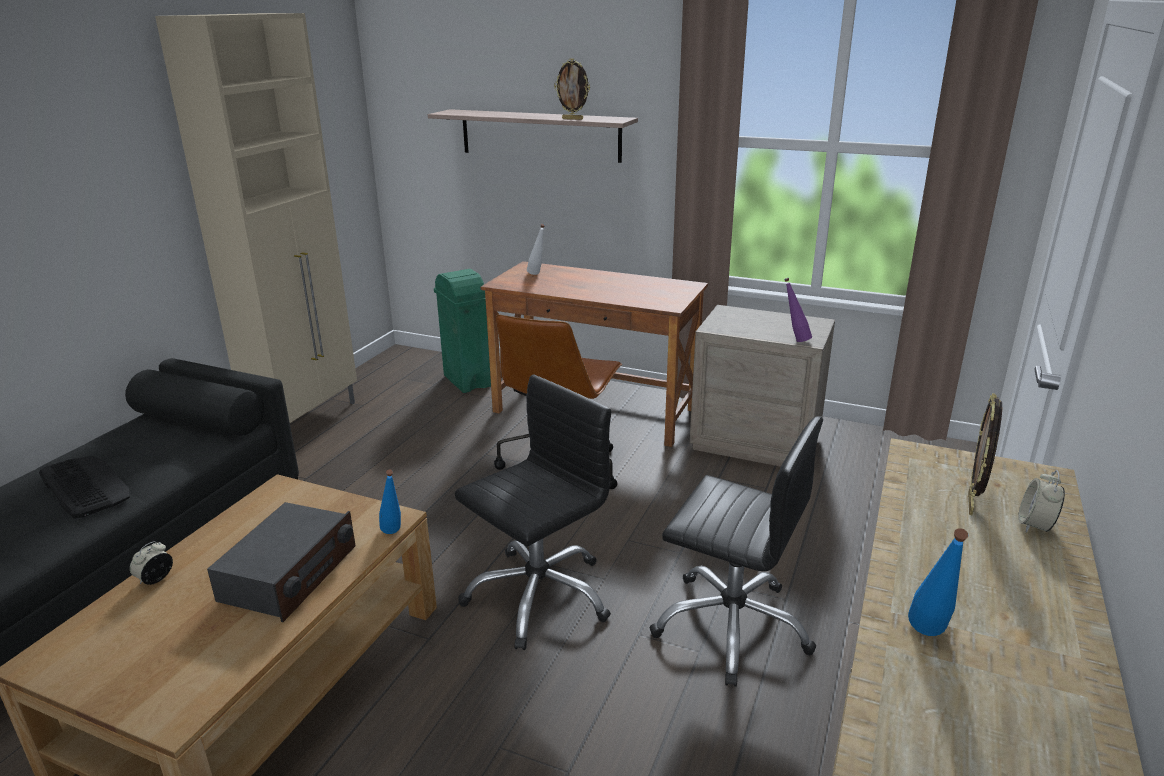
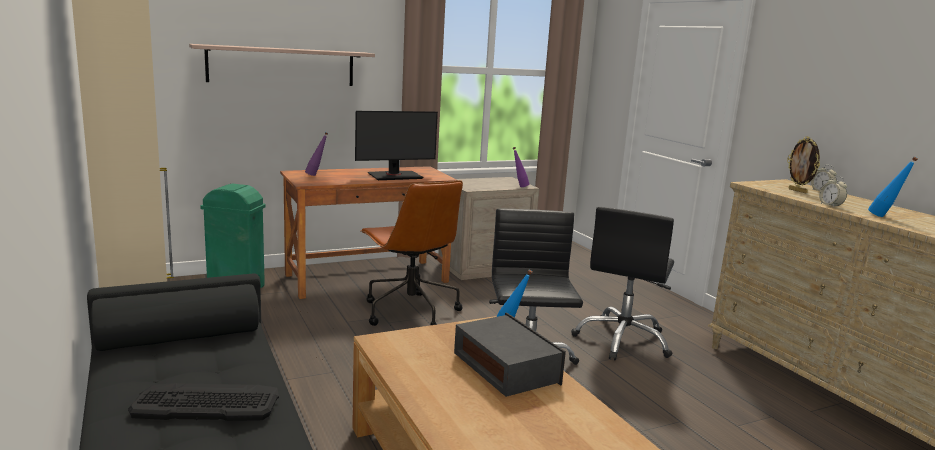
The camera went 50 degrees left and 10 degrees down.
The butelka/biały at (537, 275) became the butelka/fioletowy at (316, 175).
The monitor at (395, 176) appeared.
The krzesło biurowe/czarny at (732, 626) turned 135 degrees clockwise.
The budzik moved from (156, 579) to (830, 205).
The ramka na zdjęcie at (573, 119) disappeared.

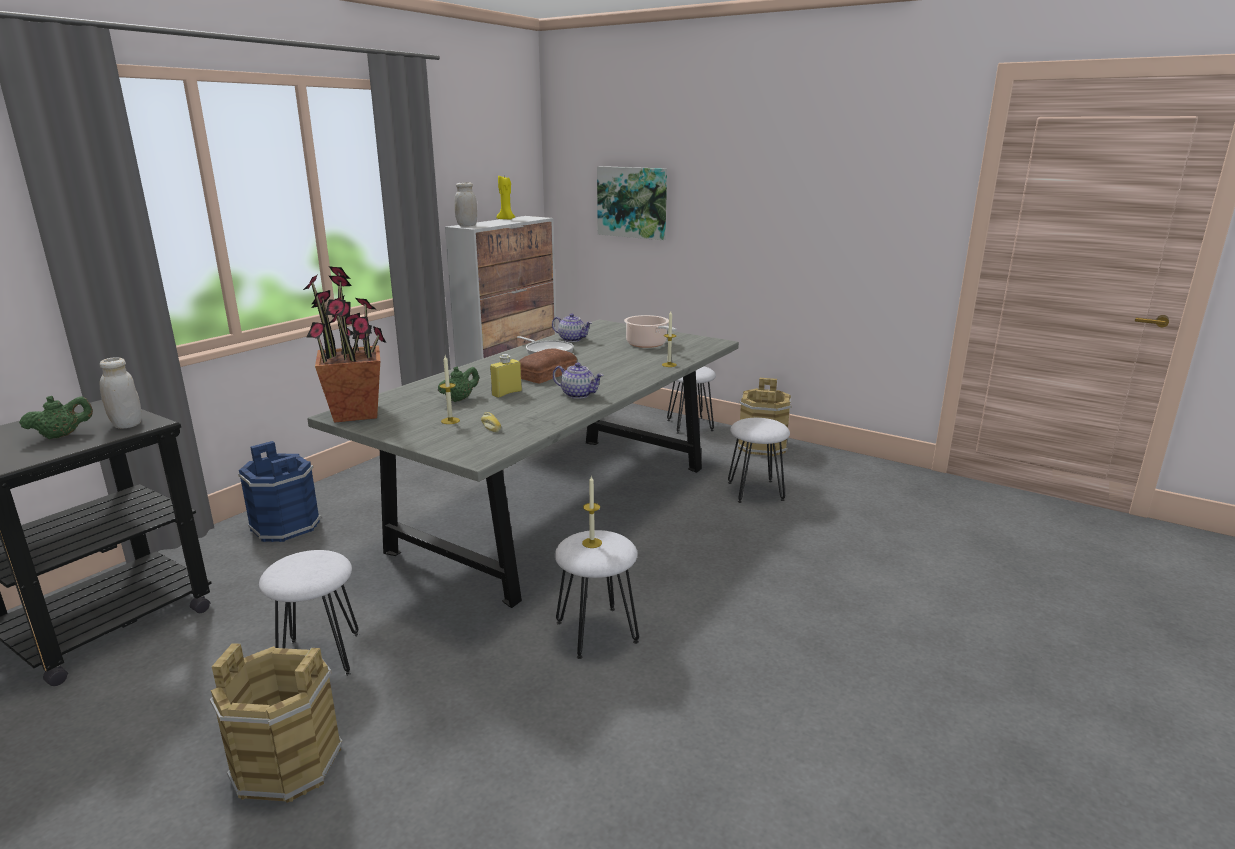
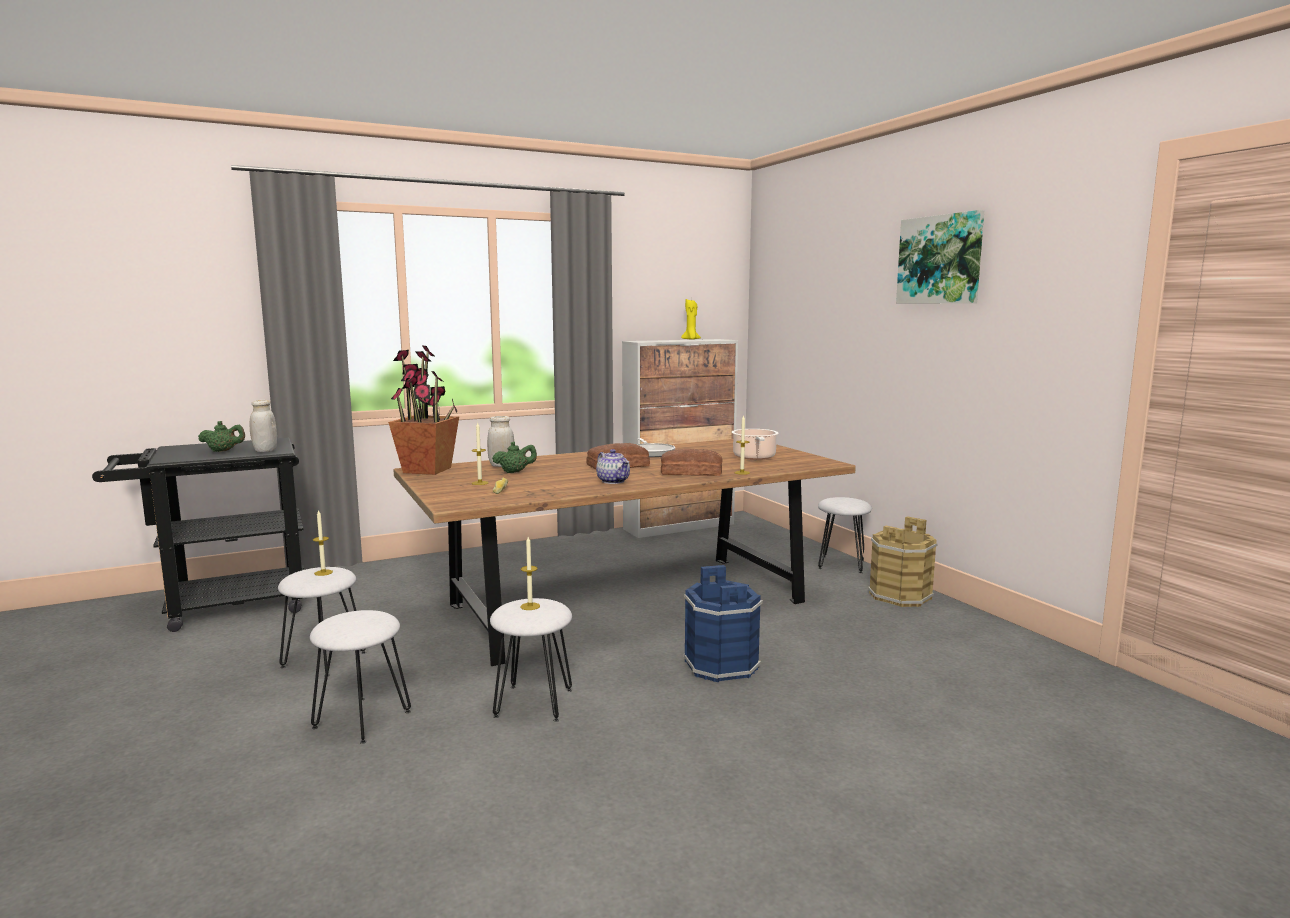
The camera went 30 degrees right and 10 degrees down.
The stołek/biały moved from (755, 491) to (361, 720).
The świeca at (323, 572) appeared.
The stół jadalny/szary at (559, 506) became the stół jadalny/brązowy at (627, 603).
The słoik/biały moved from (467, 225) to (501, 465).
The chleb at (691, 472) appeared.
The wiadro/niebieski moved from (286, 526) to (721, 665).
The obraz moved from (632, 202) to (940, 259).
The wiadro/brązowy at (288, 763) disappeared.
The butelka/żółty at (506, 393) disappeared.
The imbryk at (572, 339) disappeared.

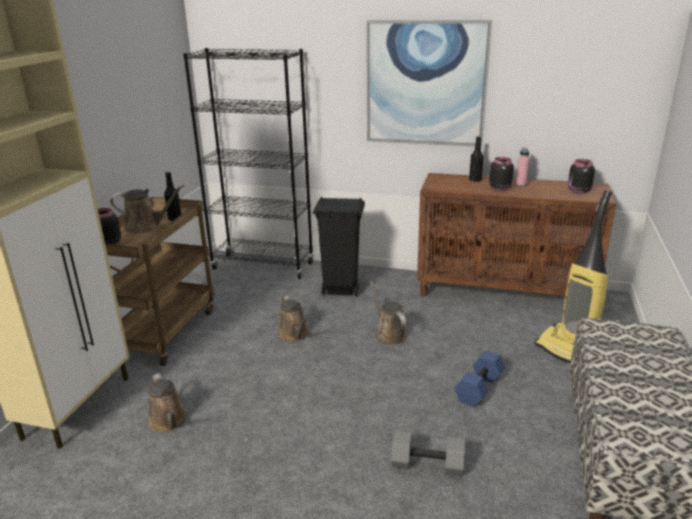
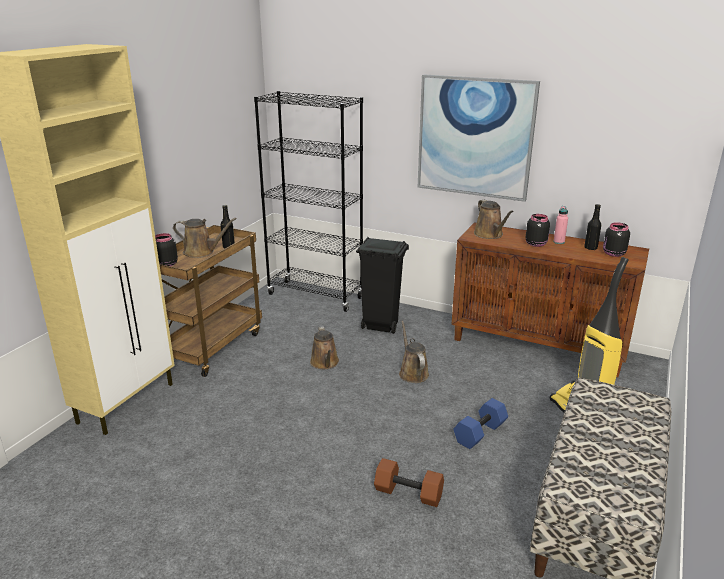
The camera went 10 degrees right and 0 degrees up.
The hantel/szary at (428, 464) became the hantel/brązowy at (409, 492).
The konewka/brązowy moved from (169, 422) to (490, 235).
The butelka/czarny moved from (475, 180) to (590, 248).

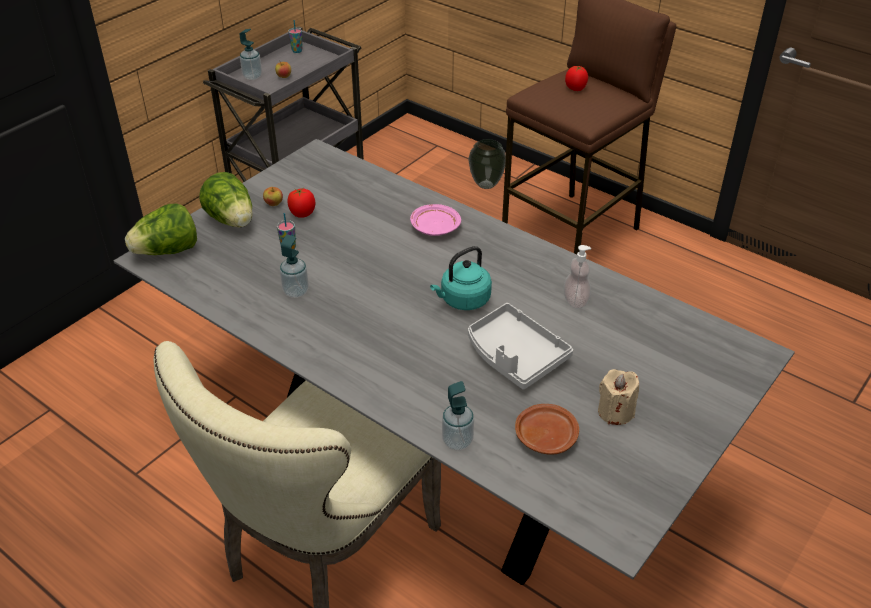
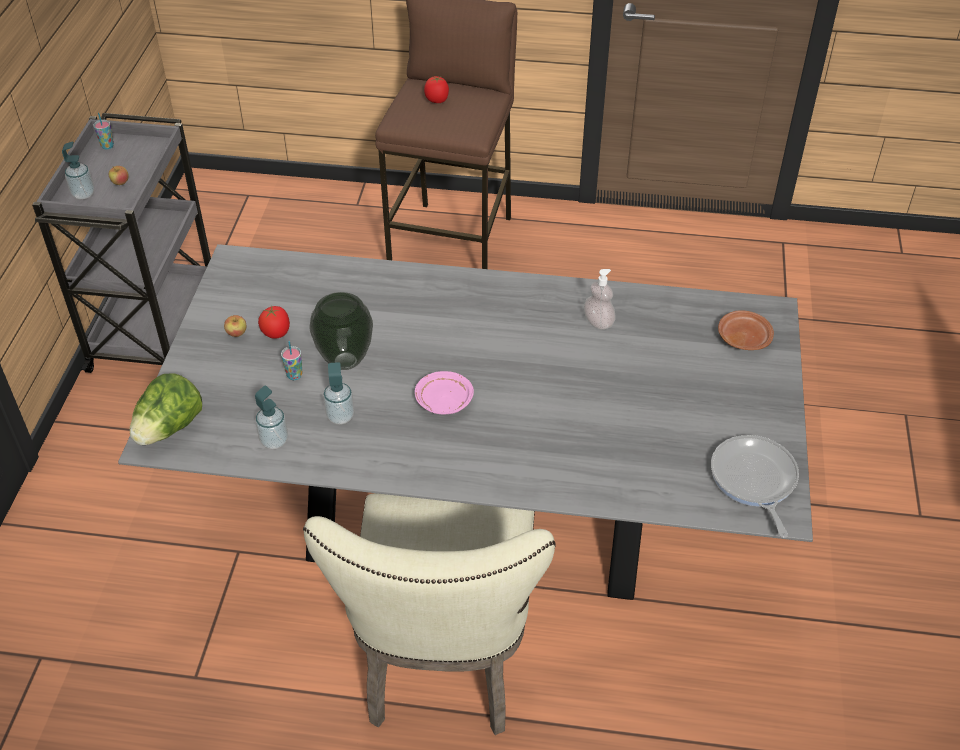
The camera went 30 degrees left and 5 degrees up.
The dozownik mydła moved from (457, 441) to (274, 441).
The wazon moved from (486, 184) to (345, 360).
The talerz/różowy moved from (434, 227) to (443, 400).
The patelnia at (753, 480) appeared.
The talerz/brązowy moved from (546, 436) to (743, 337).
The sałata at (232, 220) disappeared.
The czajnik/turkusowy at (463, 300) disappeared.
The taca/szary at (514, 356) disappeared.
The świeca/beżowy at (615, 412) disappeared.

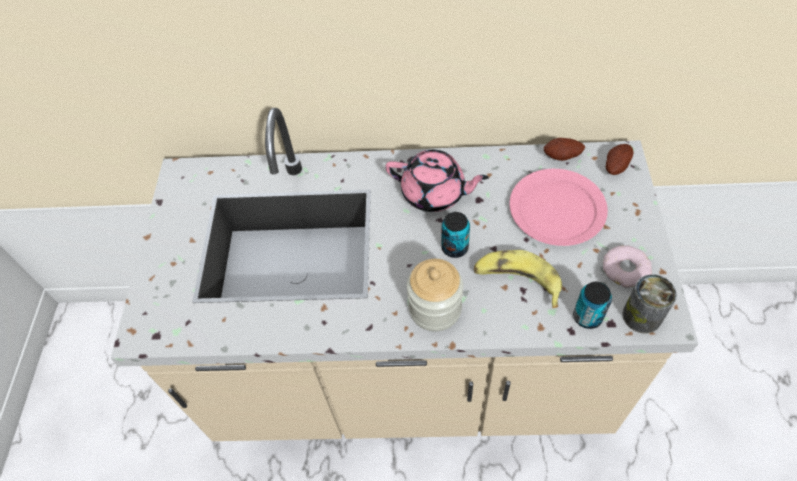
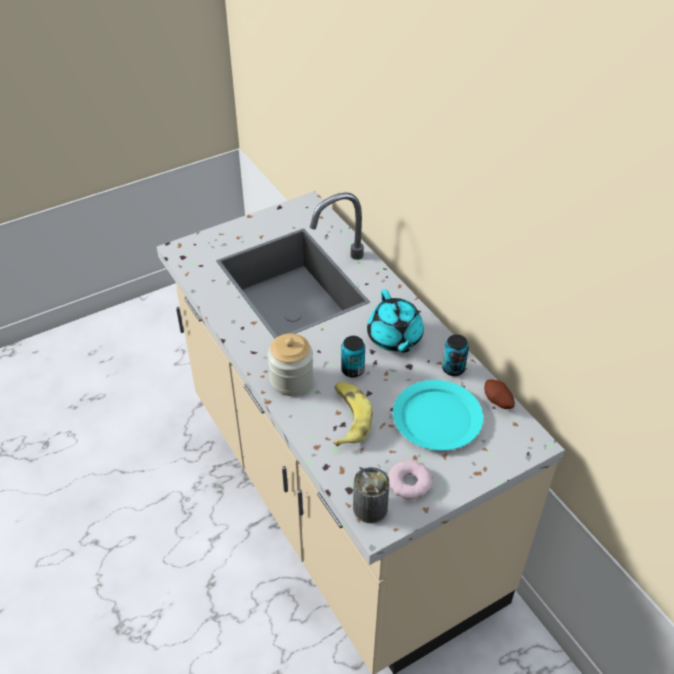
The camera went 55 degrees right and 10 degrees down.
The imbryk/różowy at (434, 193) became the imbryk/turkusowy at (394, 338).
The talerz/różowy at (557, 210) became the talerz/turkusowy at (437, 418).
The puszka moved from (587, 317) to (453, 369).
The ziemniak at (615, 166) disappeared.

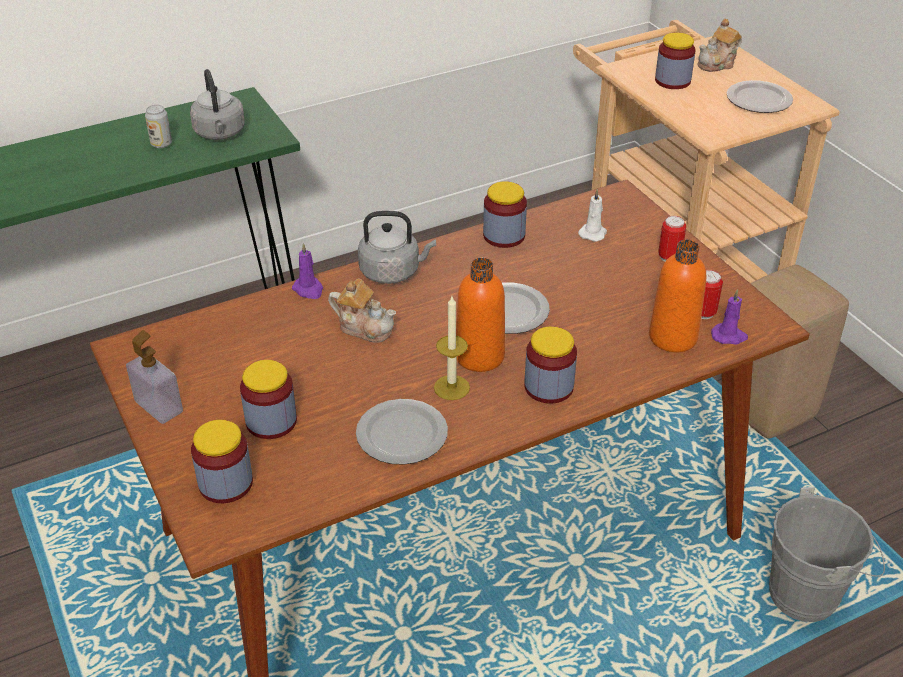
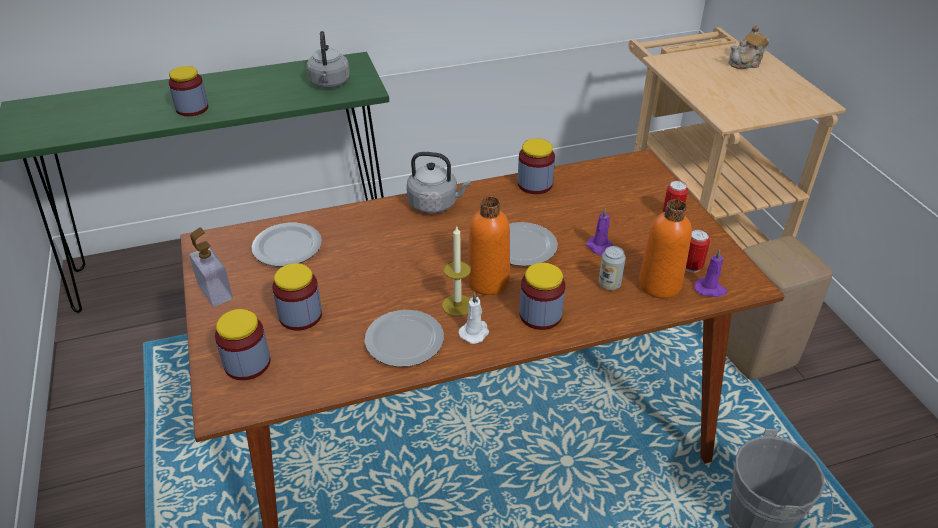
The camera went 10 degrees right and 0 degrees up.
The słoik moved from (672, 81) to (192, 108).
The talerz moved from (758, 99) to (287, 246).
The świeca/biały moved from (593, 233) to (475, 332).
The świeca/fioletowy moved from (308, 290) to (600, 248).
The puszka moved from (161, 144) to (609, 284).
The imbryk at (365, 327) disappeared.

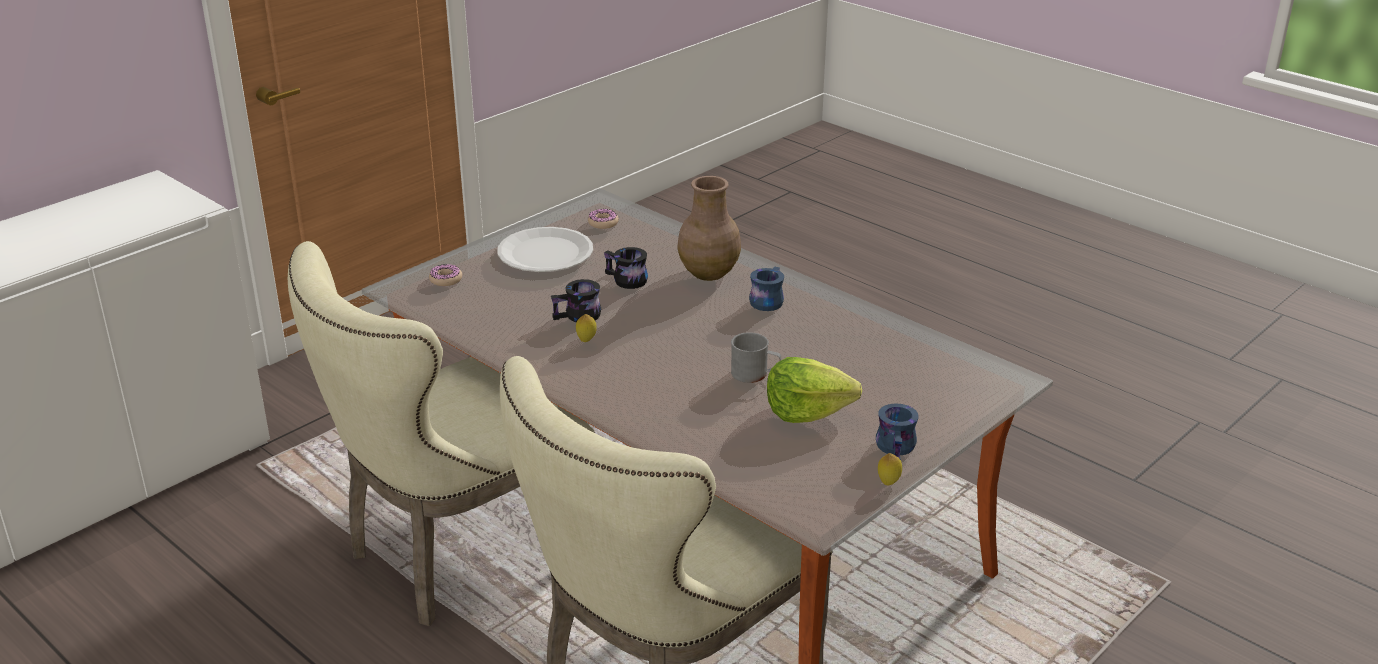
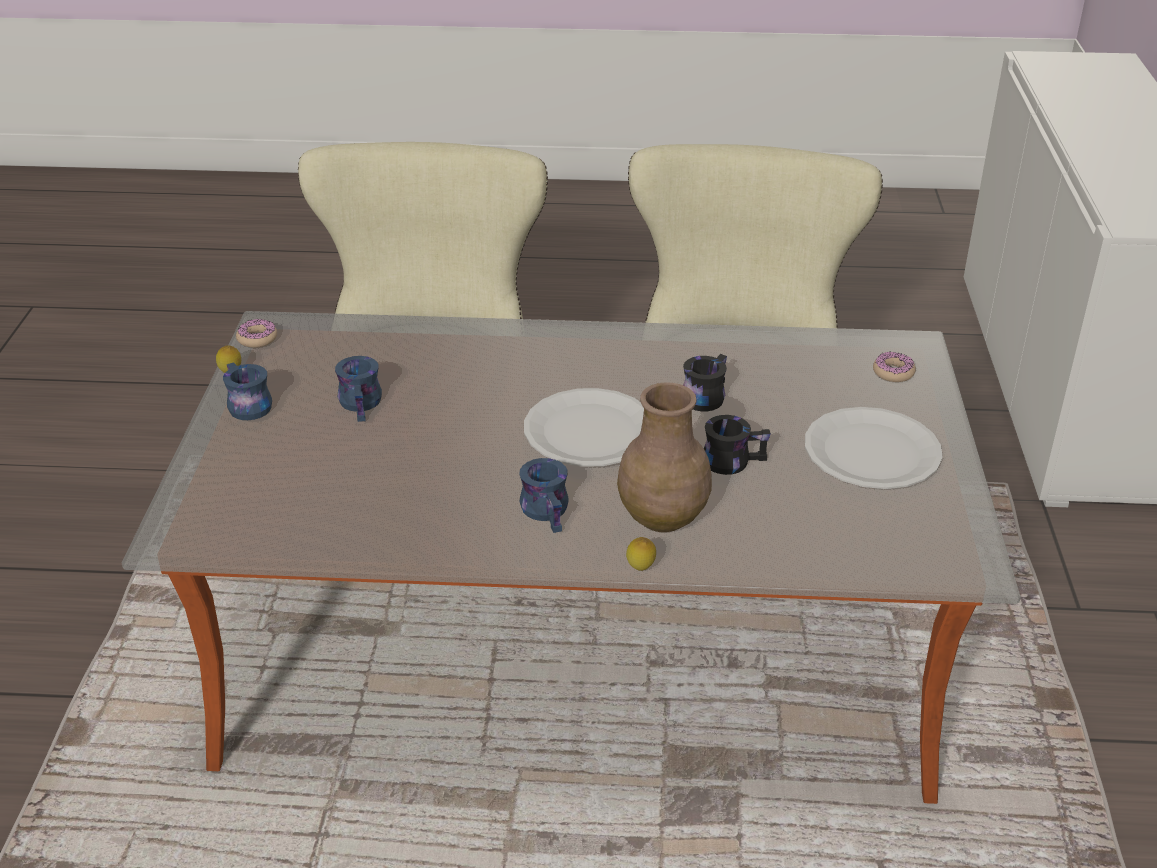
The camera went 140 degrees right and 5 degrees up.
The donut moved from (603, 223) to (257, 339).
The sałata at (807, 410) was replaced by the kubek/niebieski at (364, 404).
The talerz/biały at (590, 431) appeared.
The cytryna moved from (586, 340) to (640, 569).
The kubek/szary at (755, 374) disappeared.

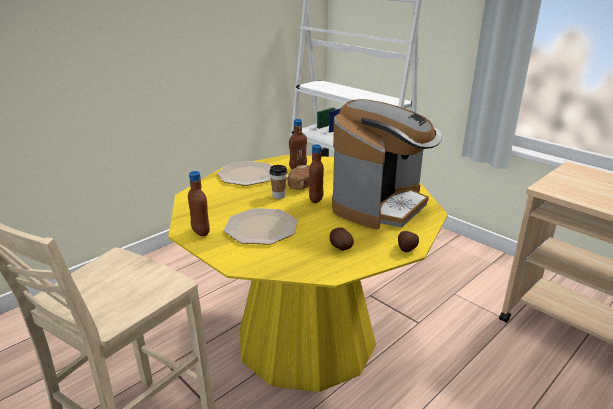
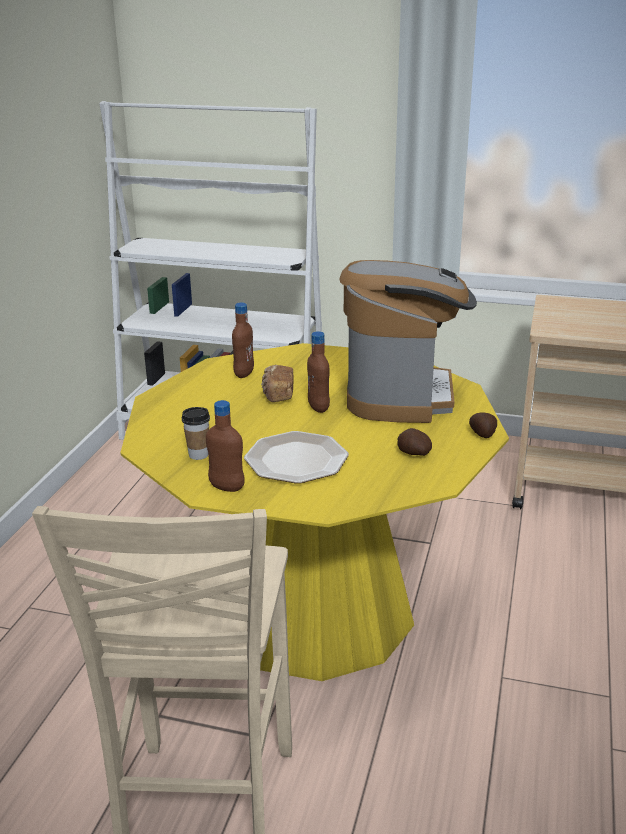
The camera went 30 degrees left and 0 degrees up.
The filiżanka moved from (279, 196) to (198, 455).
The talerz at (247, 175) disappeared.

